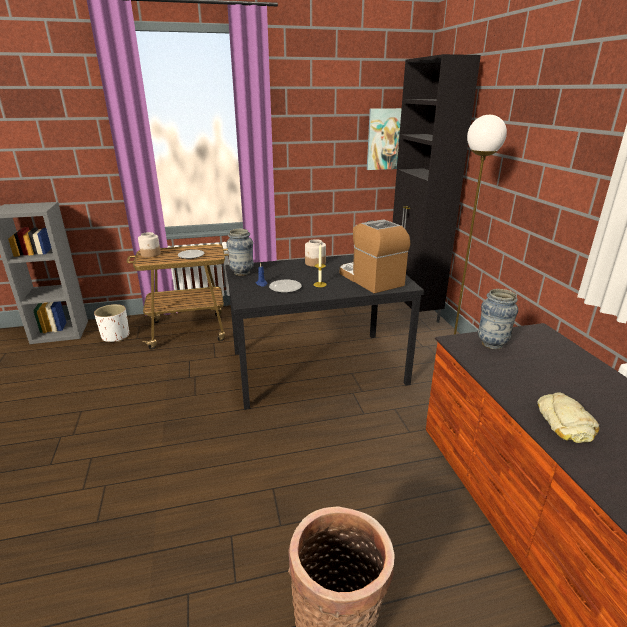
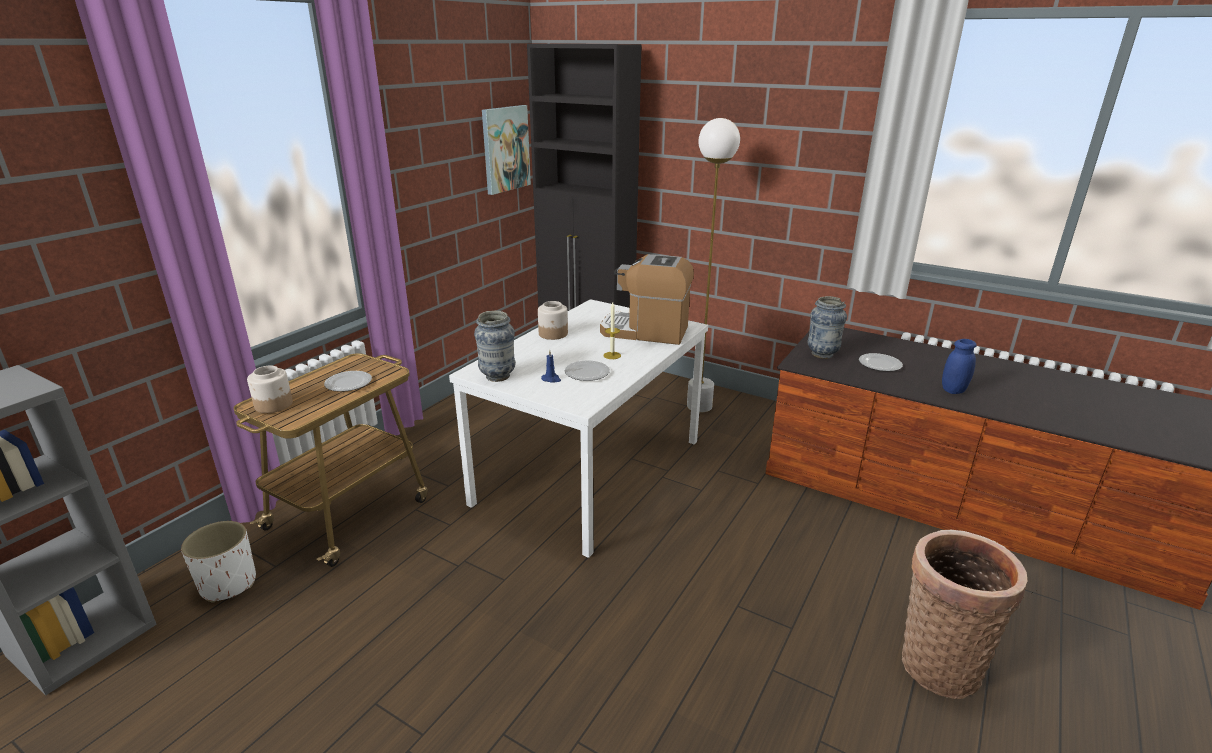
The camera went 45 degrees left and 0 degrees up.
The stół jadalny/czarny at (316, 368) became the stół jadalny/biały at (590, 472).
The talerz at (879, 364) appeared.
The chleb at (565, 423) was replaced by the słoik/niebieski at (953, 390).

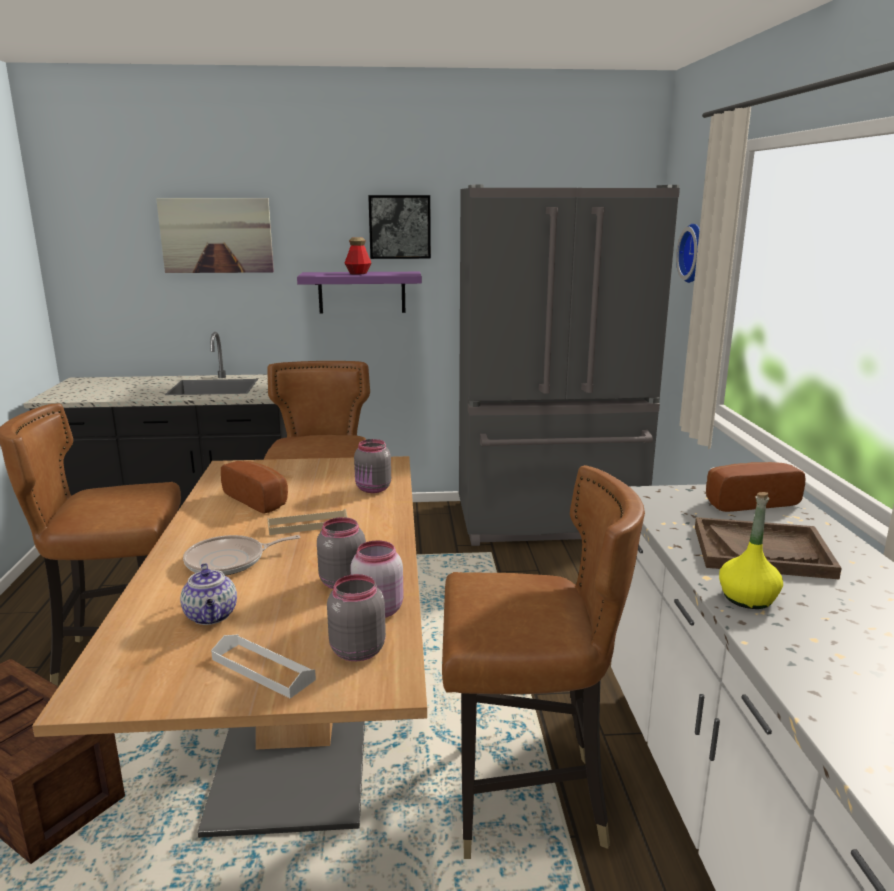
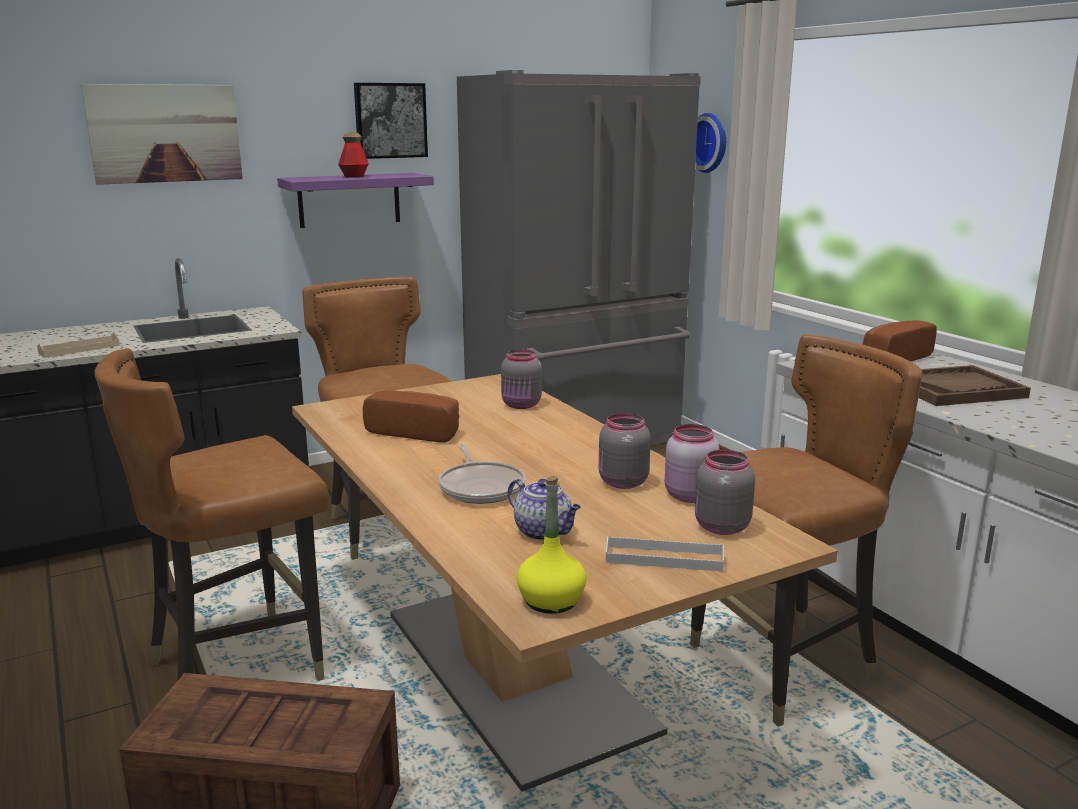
The camera went 25 degrees left and 0 degrees up.
The taca/beżowy moved from (308, 525) to (79, 349).
The patelnia at (229, 561) turned 60 degrees counterclockwise.
The butelka/żółty moved from (747, 598) to (551, 600).

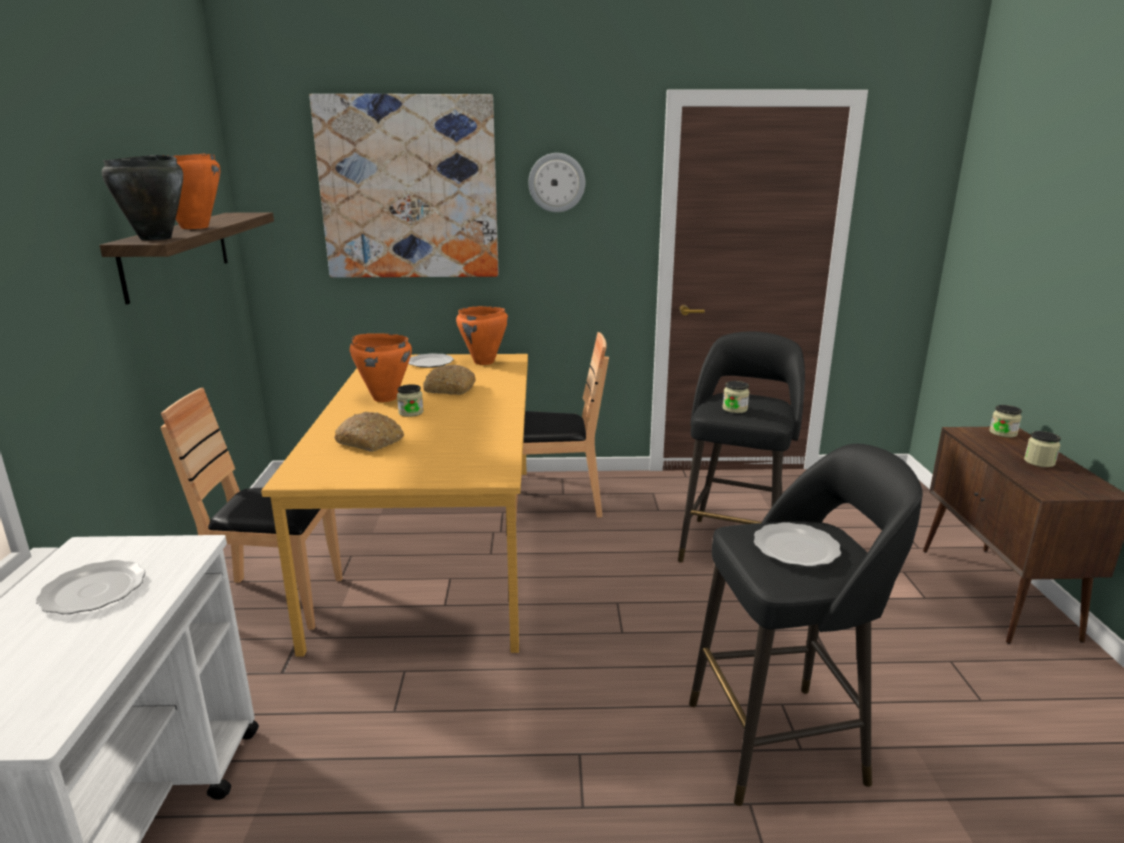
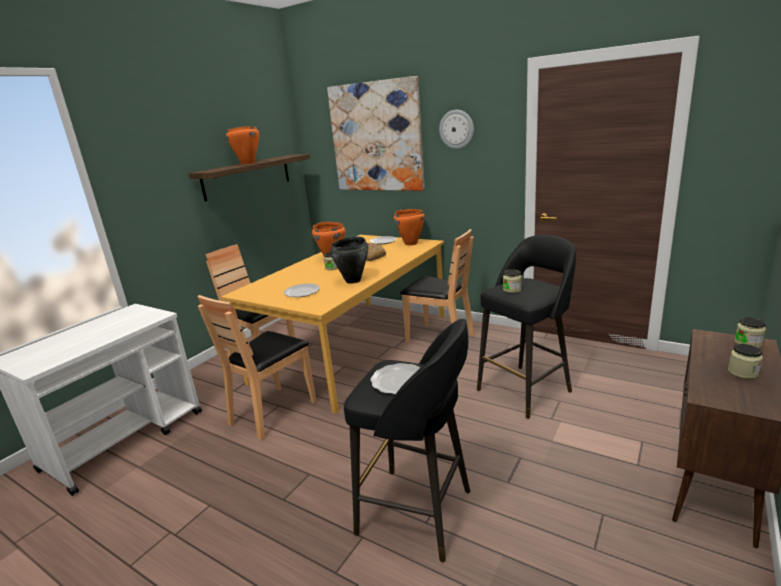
The camera went 35 degrees right and 0 degrees up.
The krzesło/brązowy at (273, 412) appeared.
The talerz moved from (95, 590) to (302, 292).
The garnek/czarny moved from (156, 238) to (353, 280).
The chleb at (371, 441) disappeared.

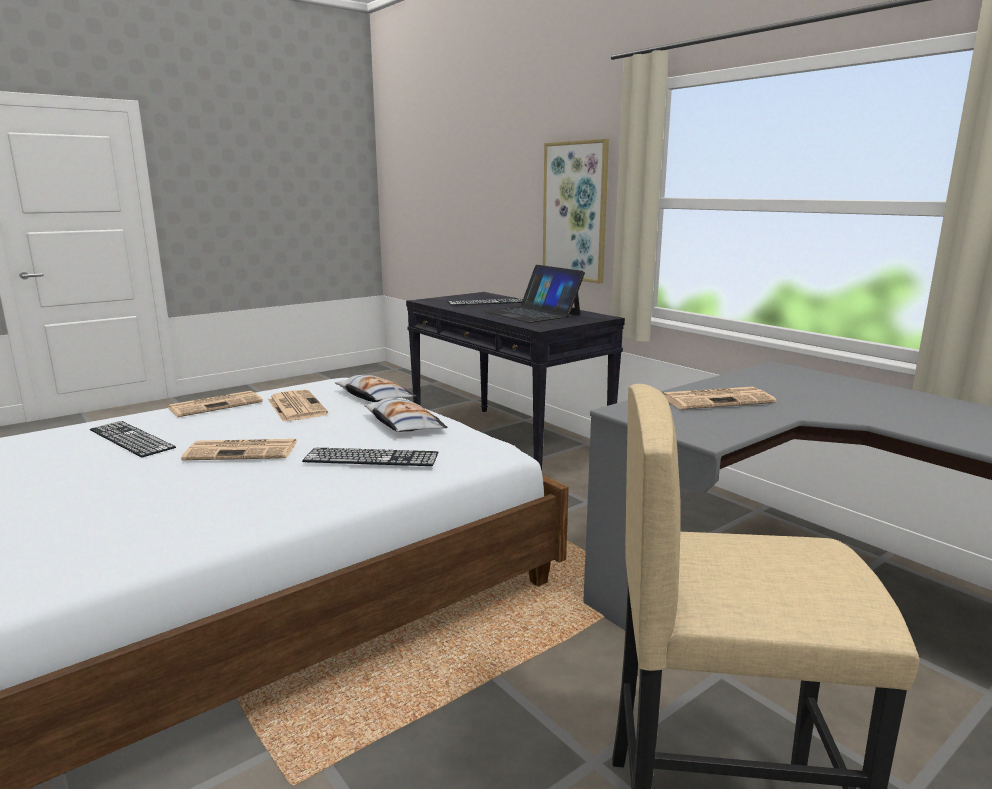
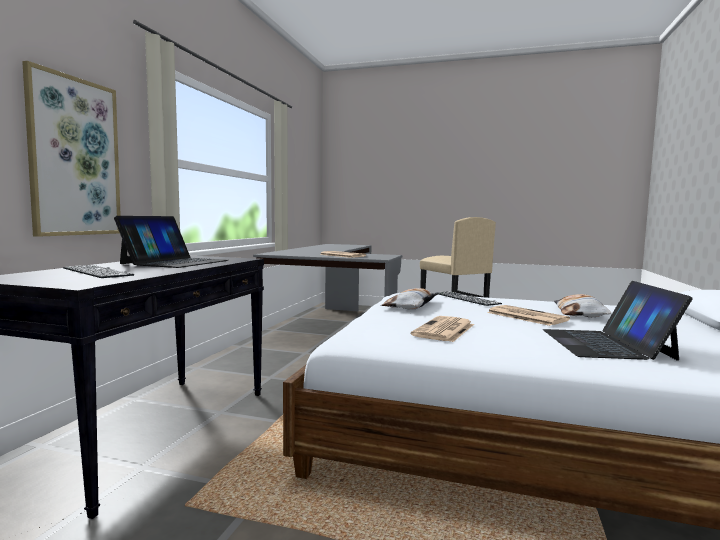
The camera went 125 degrees left and 10 degrees down.
The klawiatura at (131, 439) was replaced by the laptop at (606, 344).
The poduszka moved from (374, 397) to (580, 313).
The gazeta at (216, 405) disappeared.

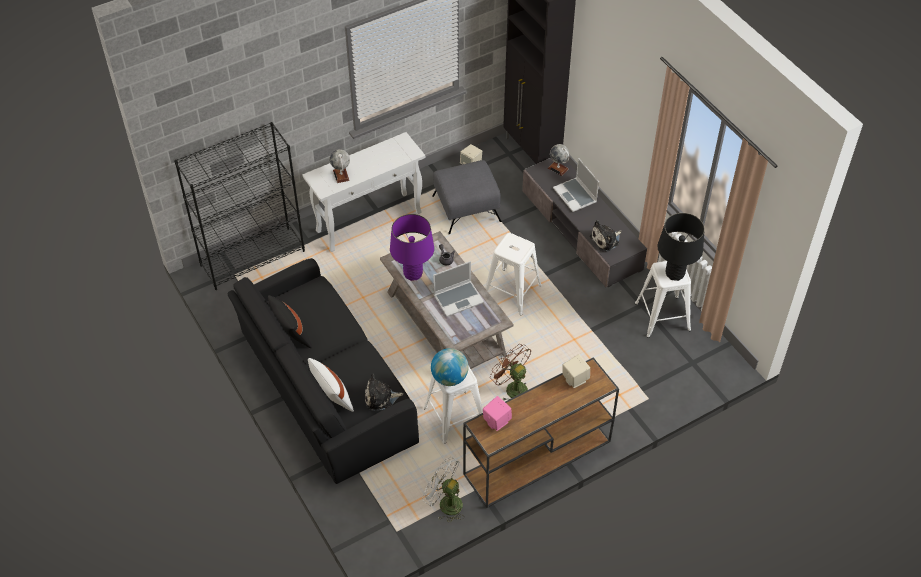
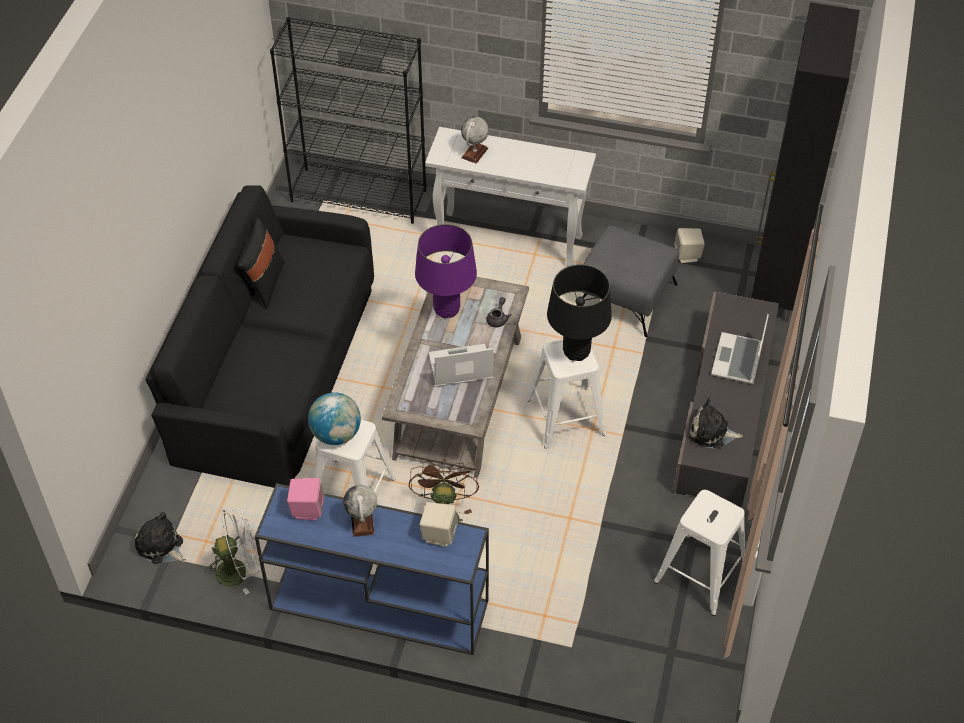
The camera went 45 degrees right and 0 degrees up.
The pluszak moved from (381, 398) to (161, 546).
The wentylator/biały at (445, 503) turned 90 degrees clockwise.
The stolik konsolowy/brązowy at (536, 459) became the stolik konsolowy/niebieski at (377, 605).
The globus moved from (558, 168) to (362, 522).
The laptop at (458, 298) turned 150 degrees clockwise.
The lampa stołowa/czarny moved from (675, 274) to (576, 351).
The poduszka/biały at (332, 399) disappeared.

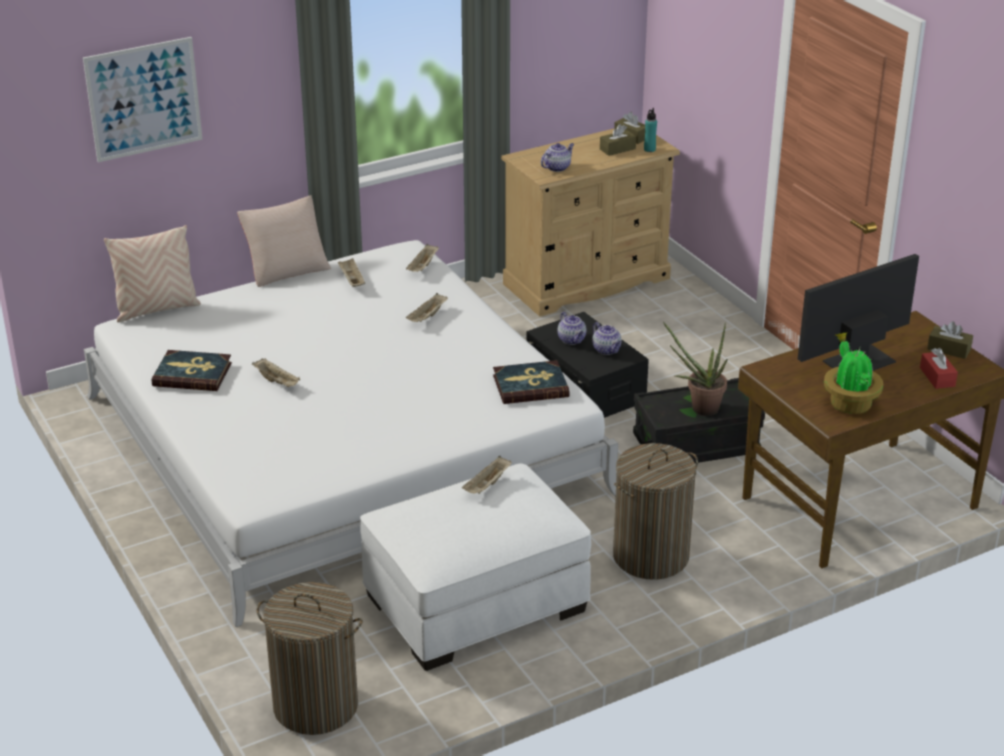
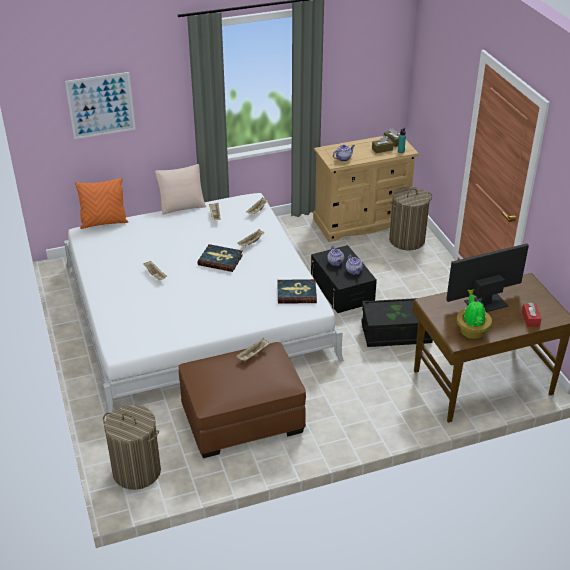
The camera went 10 degrees right and 5 degrees up.
The poduszka/beżowy at (157, 309) became the poduszka/pomarańczowy at (104, 222).
The pufa/biały at (477, 602) became the pufa/brązowy at (243, 419).
The książka moved from (192, 374) to (220, 260).
The kosz na pranie moved from (650, 556) to (406, 240).
The roślina doniczkowa at (699, 408) disappeared.
The pudełko chusteczek/brązowy at (949, 349) disappeared.

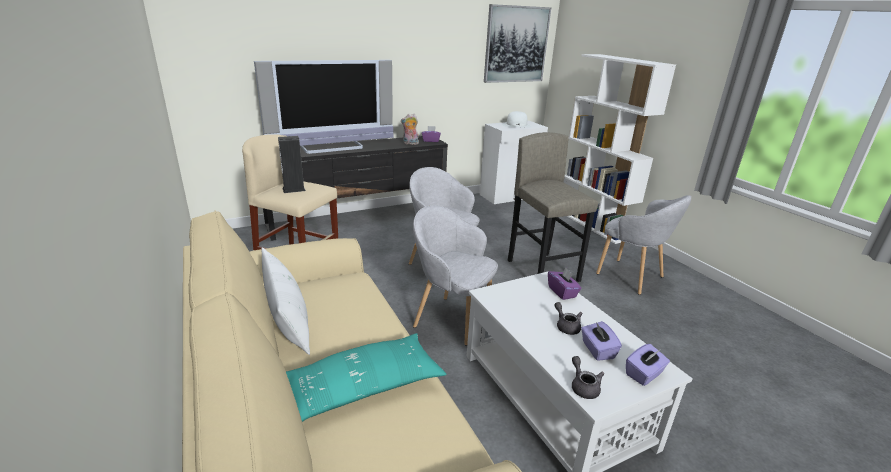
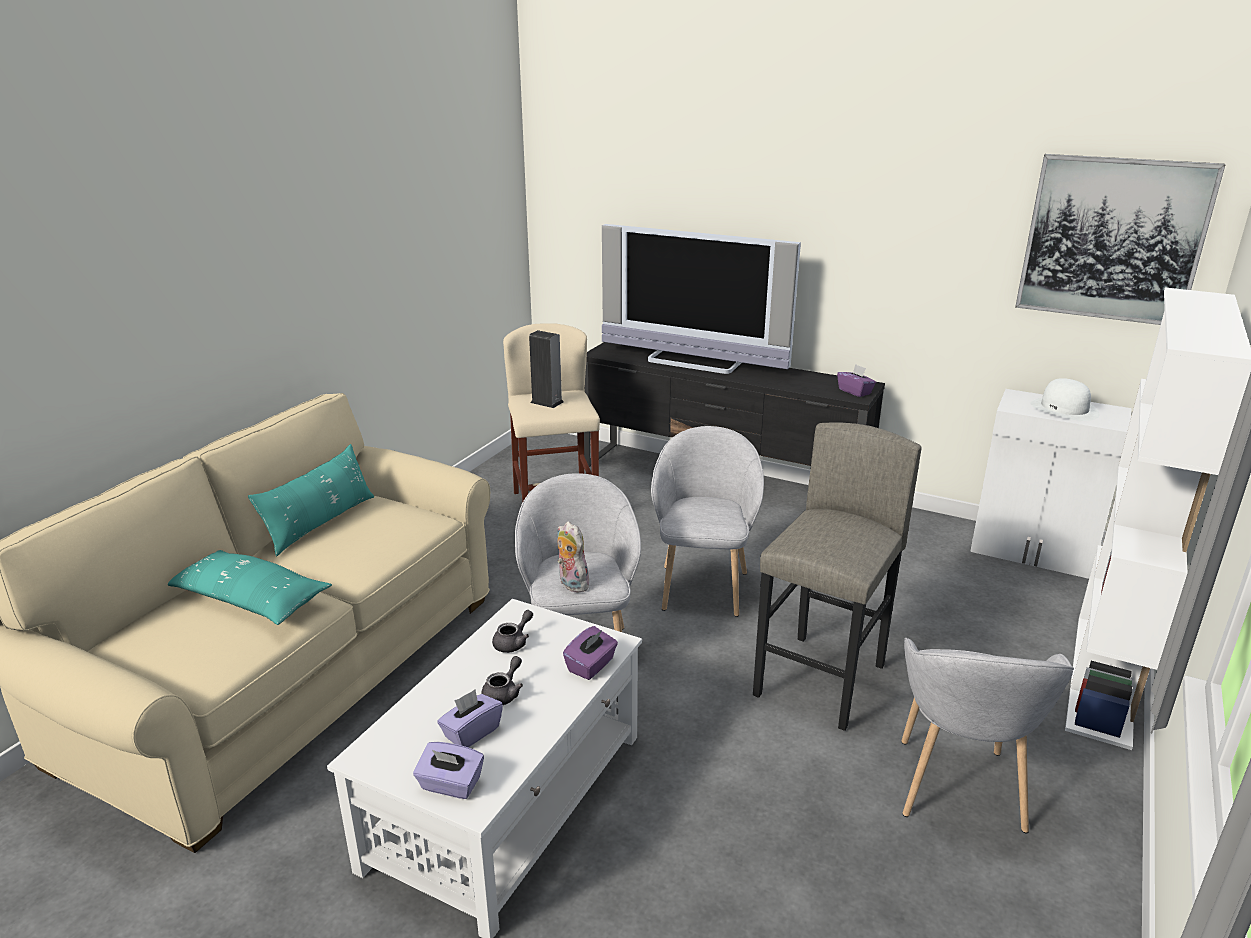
The camera went 55 degrees right and 0 degrees up.
The poduszka/biały at (288, 319) became the poduszka/turkusowy at (321, 523).
The imbryk/szary moved from (583, 386) to (514, 642).
The pluszak moved from (410, 143) to (571, 584).

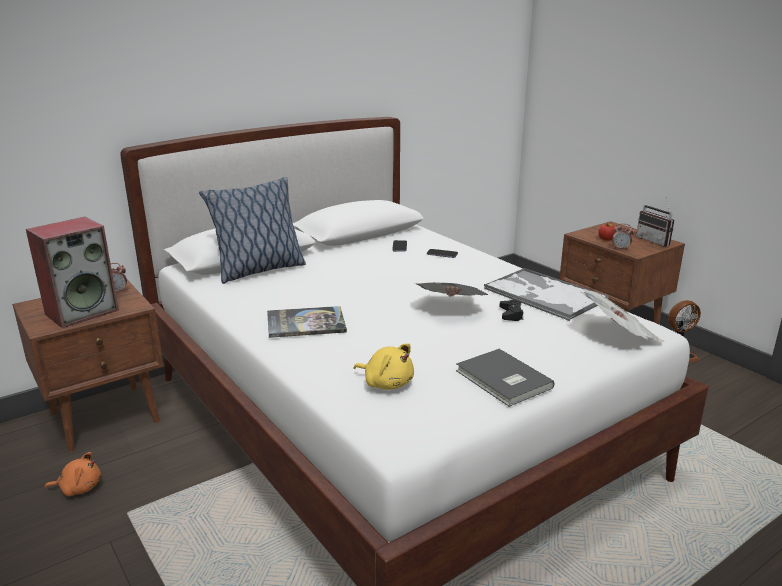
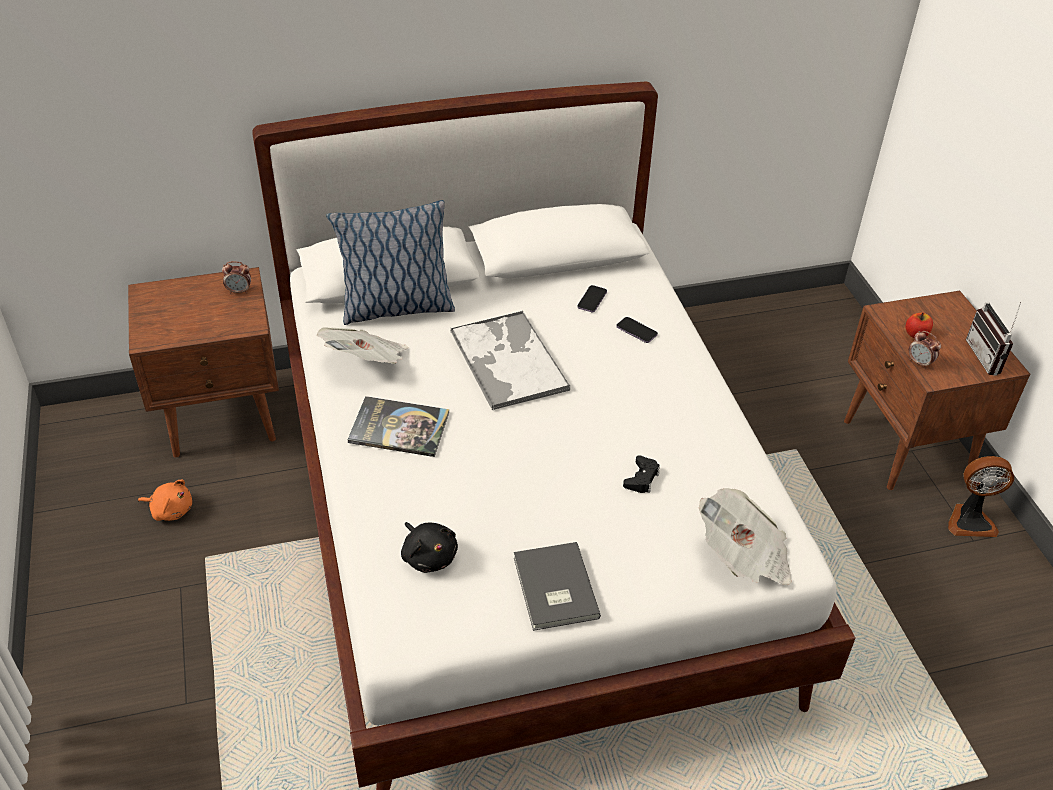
The camera went 20 degrees right and 20 degrees up.
The gazeta moved from (451, 308) to (367, 362).
The pluszak/żółty at (386, 383) became the pluszak/czarny at (429, 556).
The taca moved from (543, 294) to (507, 360).
The głośnik at (82, 312) disappeared.

